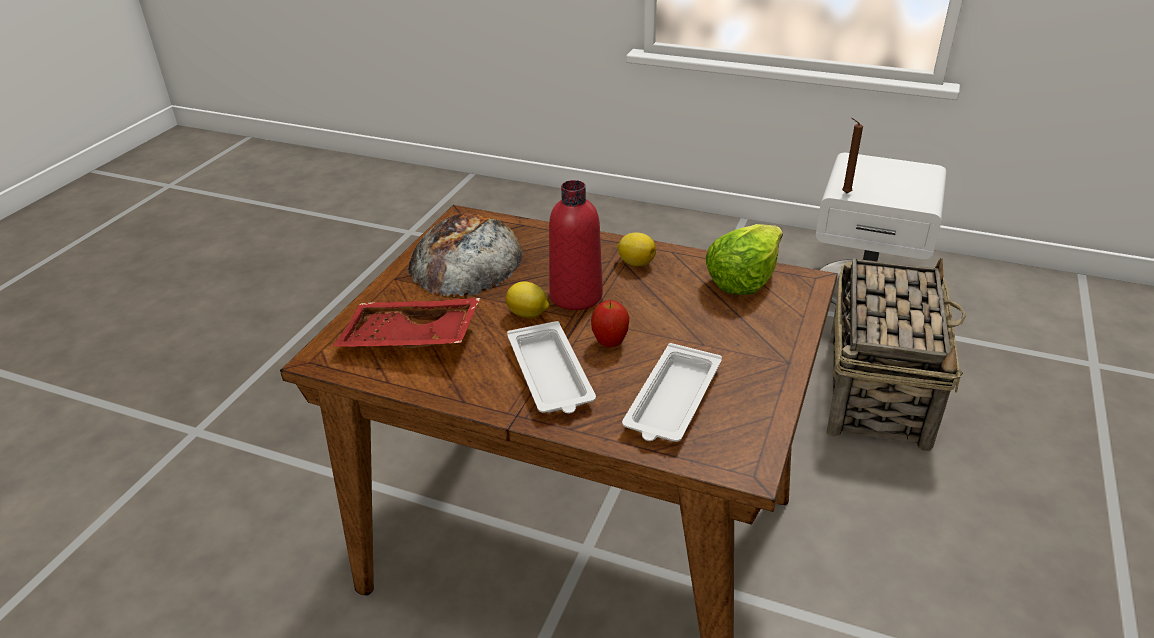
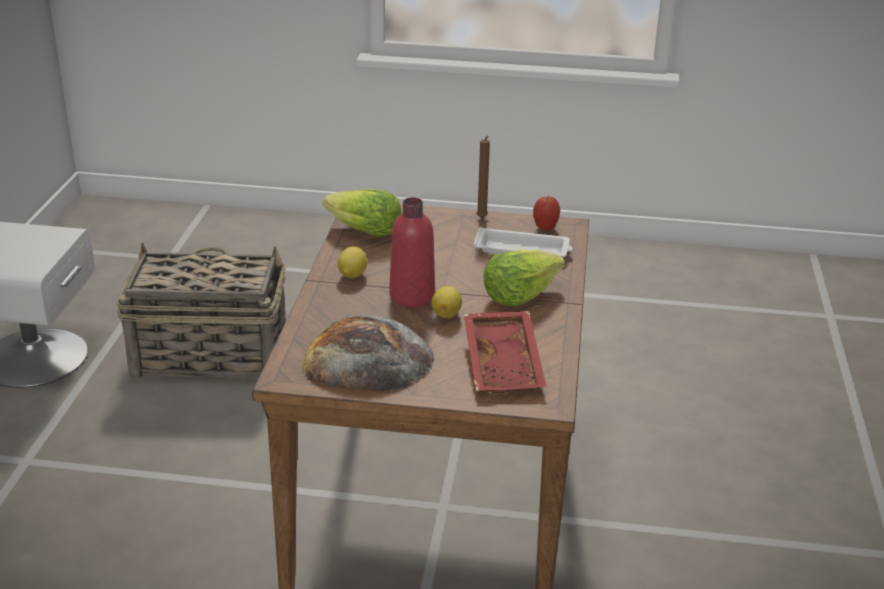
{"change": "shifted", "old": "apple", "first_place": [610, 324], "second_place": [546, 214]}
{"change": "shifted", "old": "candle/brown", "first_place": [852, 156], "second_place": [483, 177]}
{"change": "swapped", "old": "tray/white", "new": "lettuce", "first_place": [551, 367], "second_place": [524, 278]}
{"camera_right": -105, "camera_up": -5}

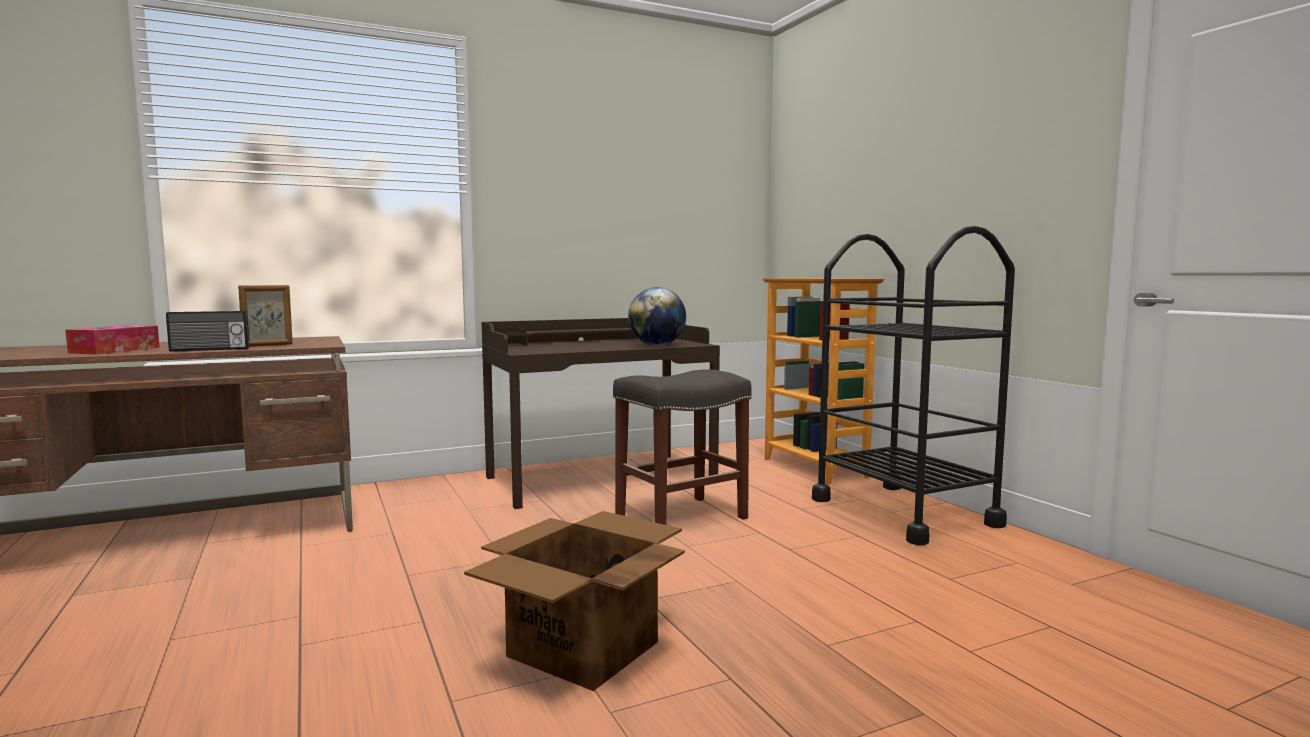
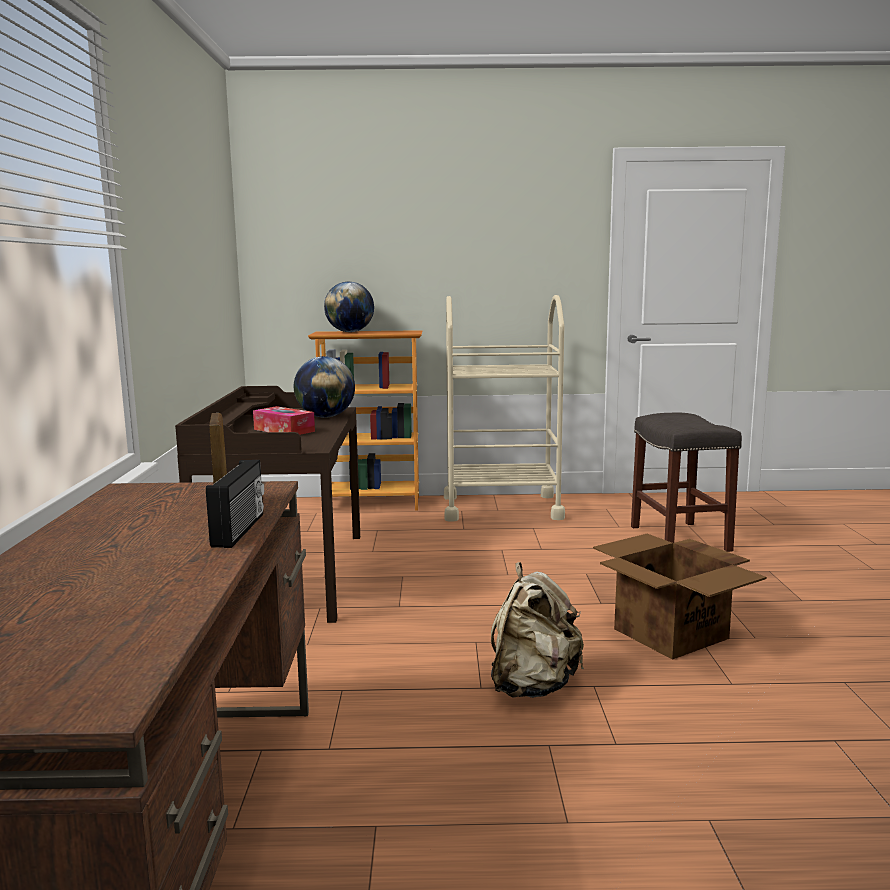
{"change": "new", "new": "globe", "second_place": [349, 306]}
{"change": "new", "new": "backpack/beige", "second_place": [537, 630]}
{"change": "shifted", "old": "tissue box", "first_place": [112, 339], "second_place": [284, 420]}
{"change": "shifted", "old": "stool/grey", "first_place": [682, 447], "second_place": [686, 482]}
{"change": "repainted", "old": "cart/black", "new": "cart/beige", "first_place": [913, 385], "second_place": [504, 408]}
{"camera_right": -65, "camera_up": 5}

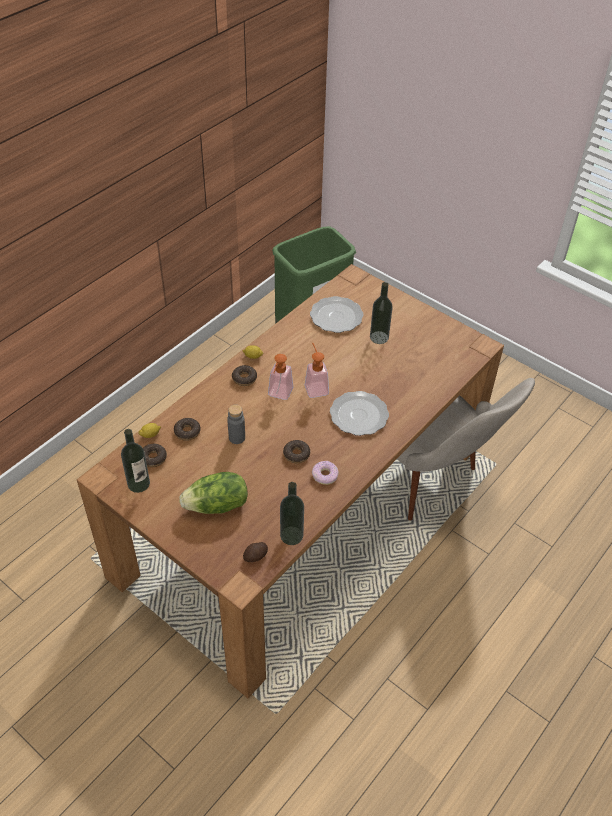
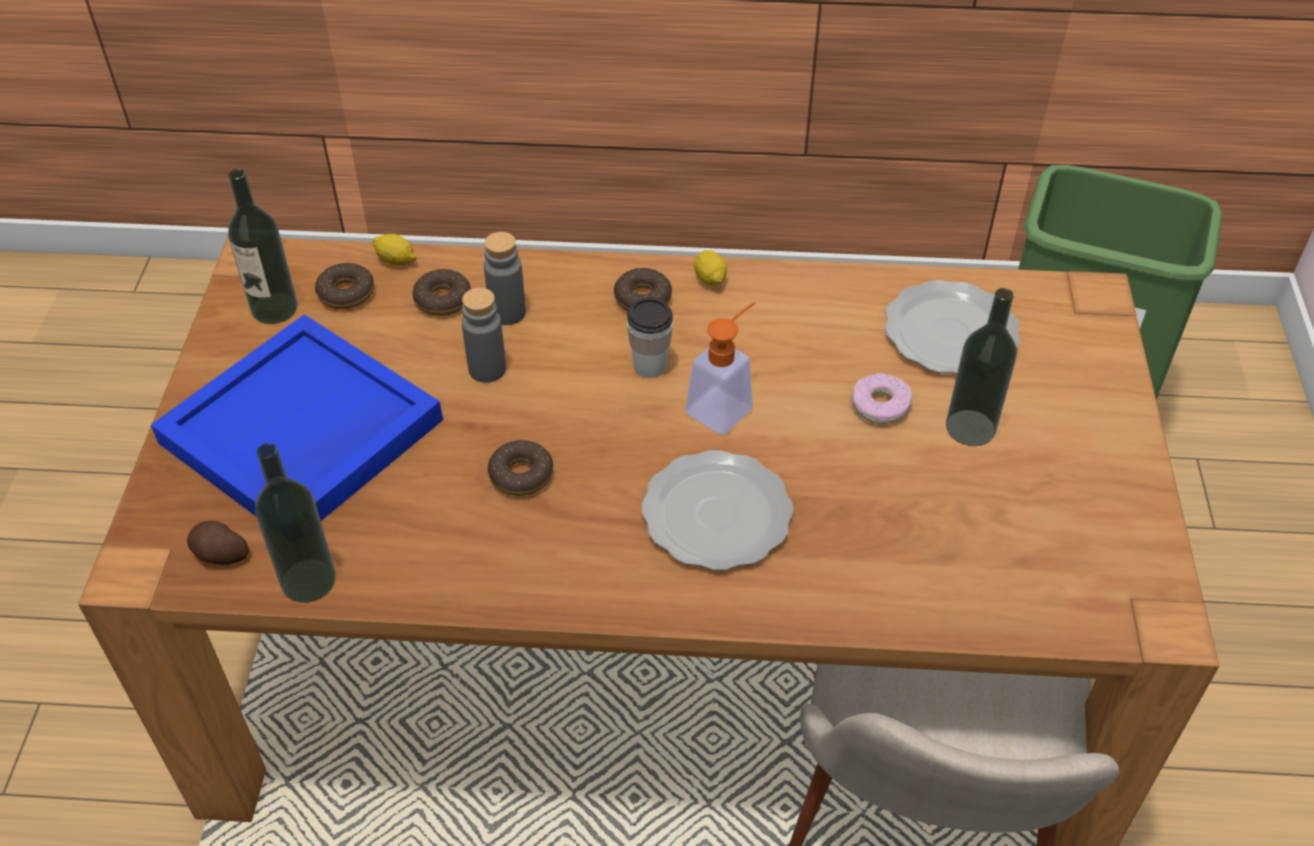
{"change": "new", "new": "bottle/grey", "second_place": [505, 278]}
{"change": "shifted", "old": "donut", "first_place": [325, 473], "second_place": [881, 398]}
{"change": "swapped", "old": "lettuce", "new": "tray/blue", "first_place": [213, 493], "second_place": [297, 417]}
{"change": "swapped", "old": "soap dispenser", "new": "cup", "first_place": [280, 377], "second_place": [650, 337]}
{"camera_right": 55, "camera_up": 0}

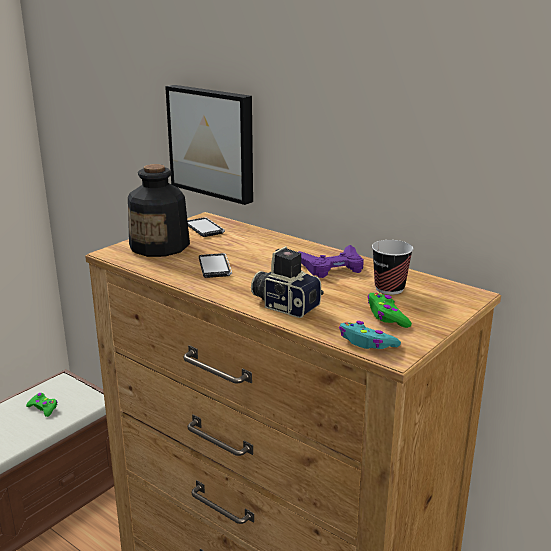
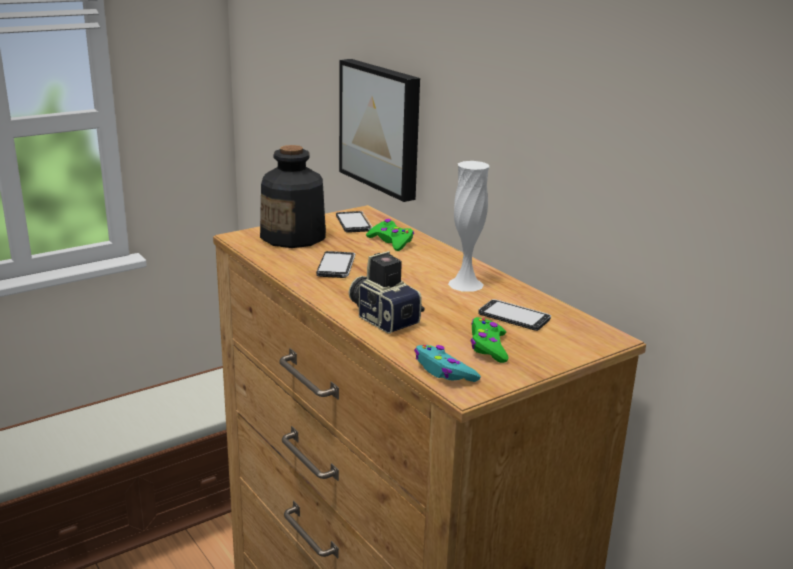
{"change": "shifted", "old": "game controller/green", "first_place": [42, 405], "second_place": [390, 235]}
{"change": "swapped", "old": "game controller/purple", "new": "vase/white", "first_place": [331, 261], "second_place": [468, 226]}
{"change": "swapped", "old": "cup", "new": "phone", "first_place": [392, 267], "second_place": [514, 315]}
{"camera_right": 15, "camera_up": 0}

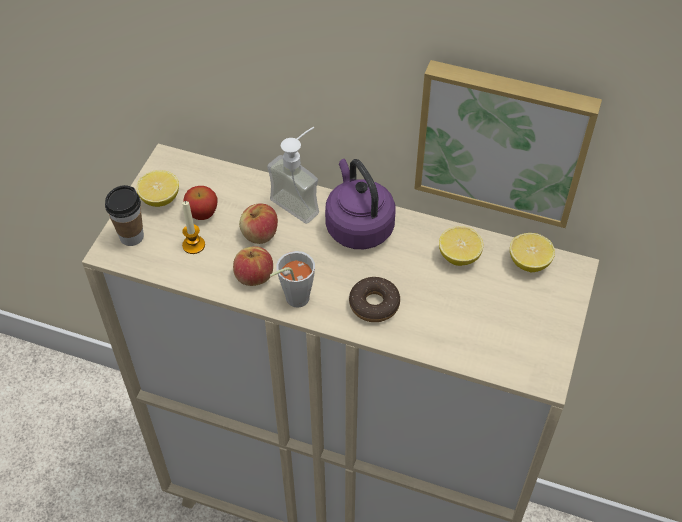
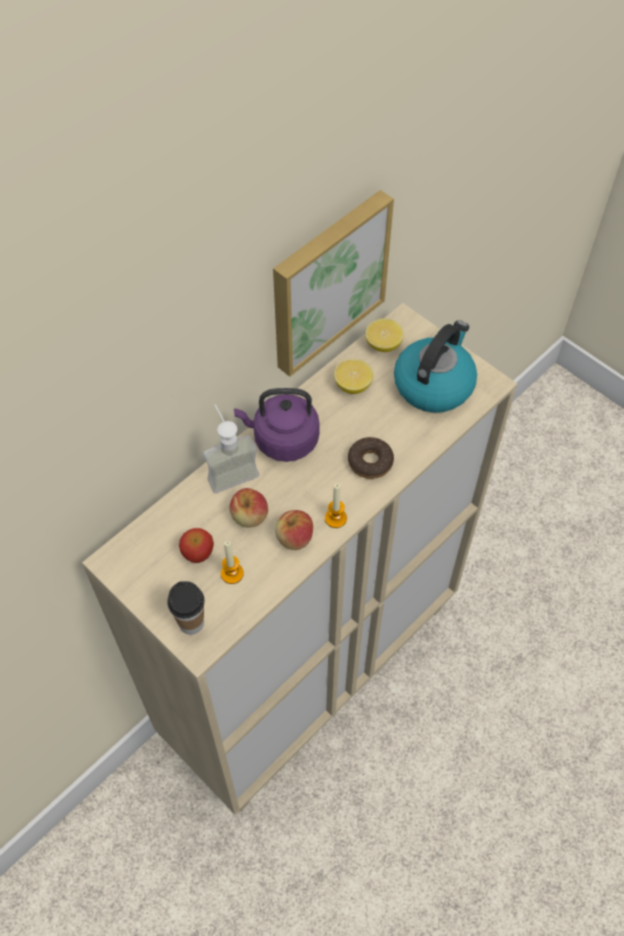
{"change": "gone", "old": "lemon", "first_place": [157, 188]}
{"change": "new", "new": "kettle", "second_place": [435, 366]}
{"change": "swapped", "old": "cup/grey", "new": "candle", "first_place": [292, 279], "second_place": [336, 505]}
{"camera_right": -65, "camera_up": 5}

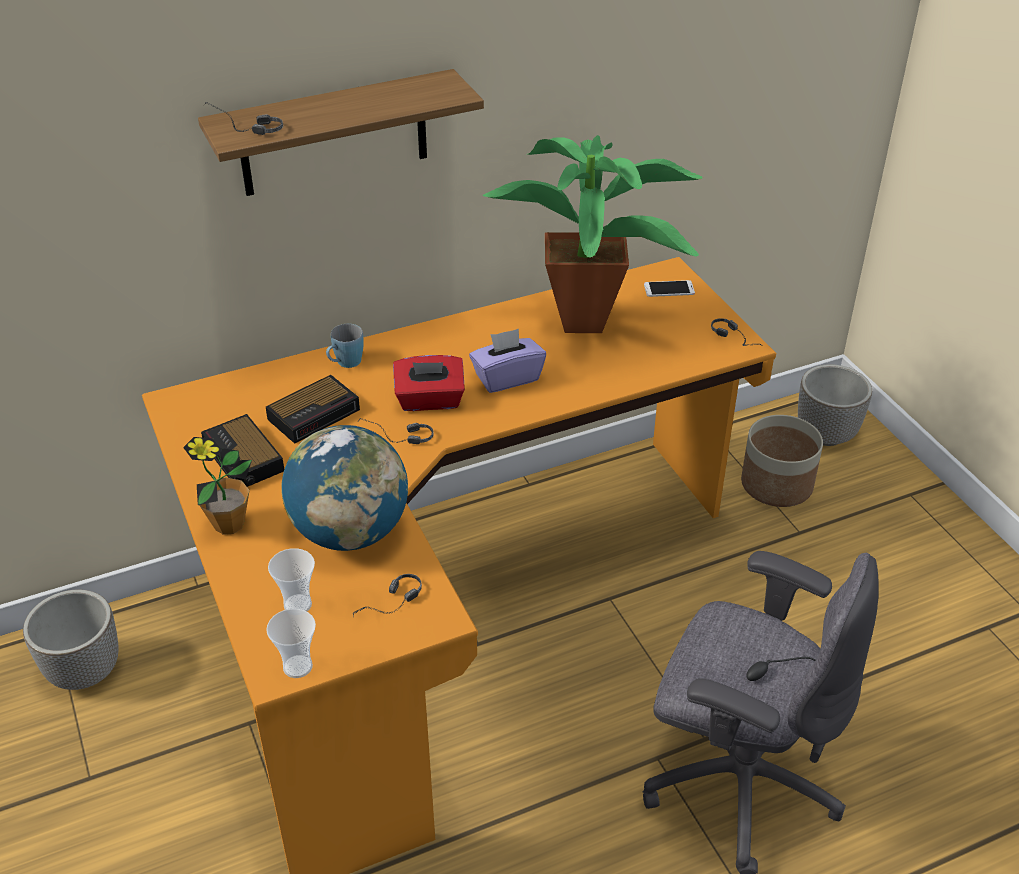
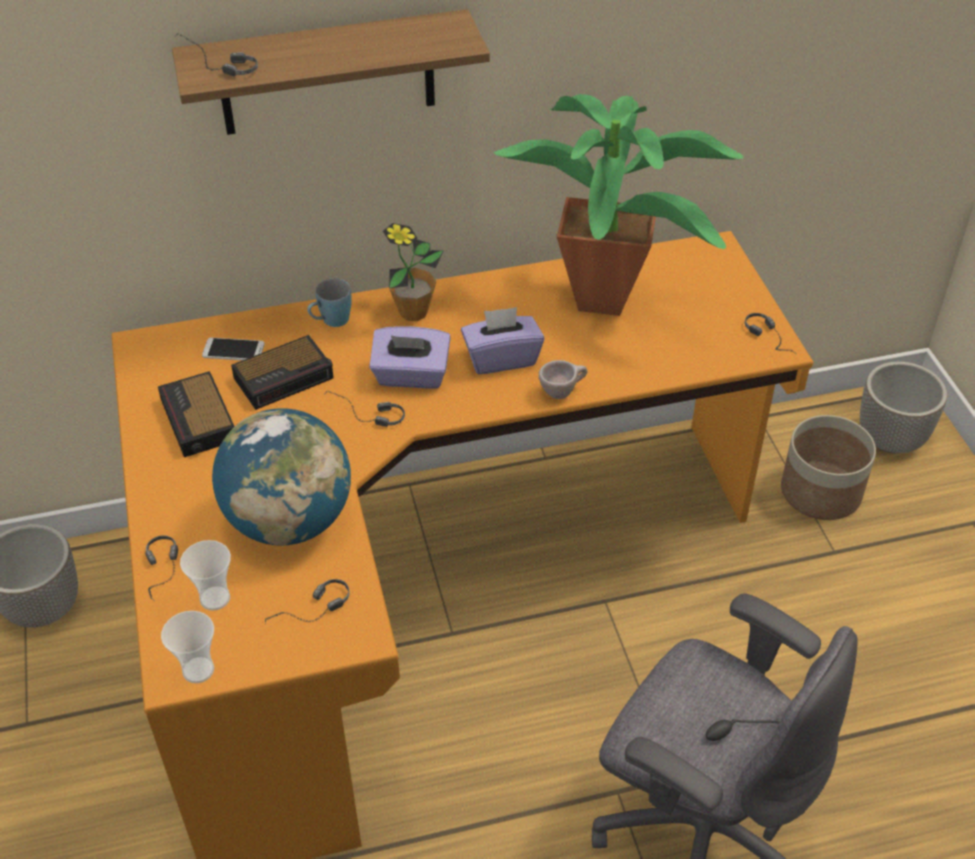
{"change": "new", "new": "headphones", "second_place": [161, 568]}
{"change": "new", "new": "cup/beige", "second_place": [563, 379]}
{"change": "shifted", "old": "potted plant", "first_place": [217, 486], "second_place": [413, 272]}
{"change": "shifted", "old": "phone", "first_place": [669, 288], "second_place": [233, 349]}
{"change": "repainted", "old": "tissue box/red", "new": "tissue box/purple", "first_place": [429, 383], "second_place": [410, 357]}
{"camera_right": 10, "camera_up": 5}

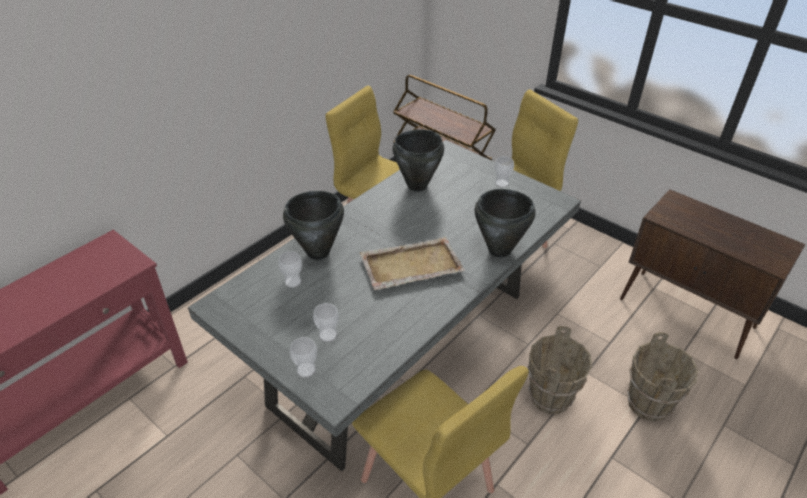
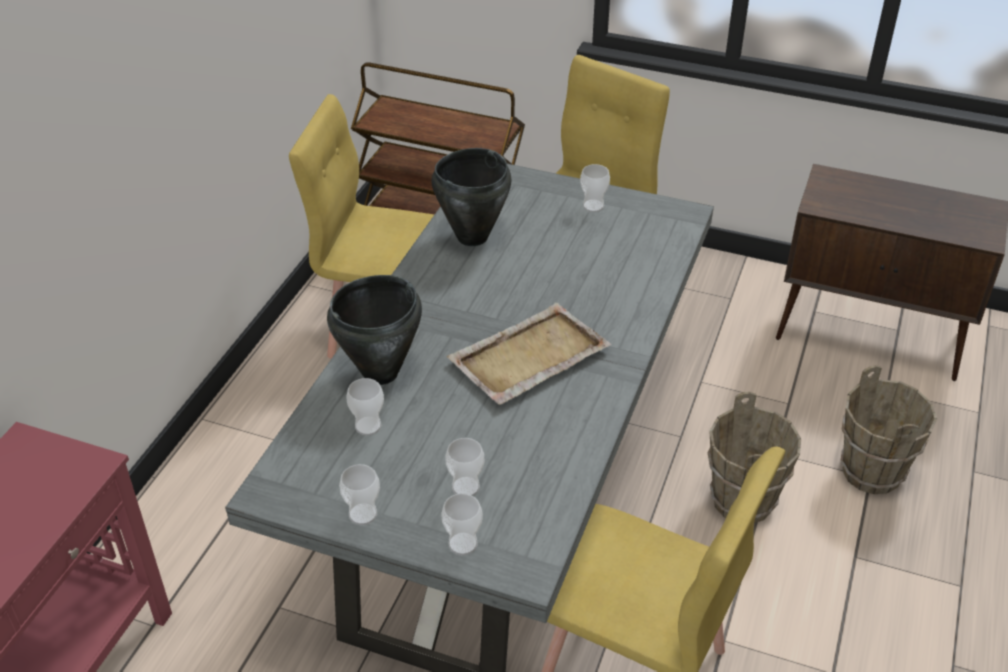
{"change": "gone", "old": "cooking pot/black", "first_place": [505, 223]}
{"change": "new", "new": "cup", "second_place": [359, 494]}
{"camera_right": -20, "camera_up": 0}

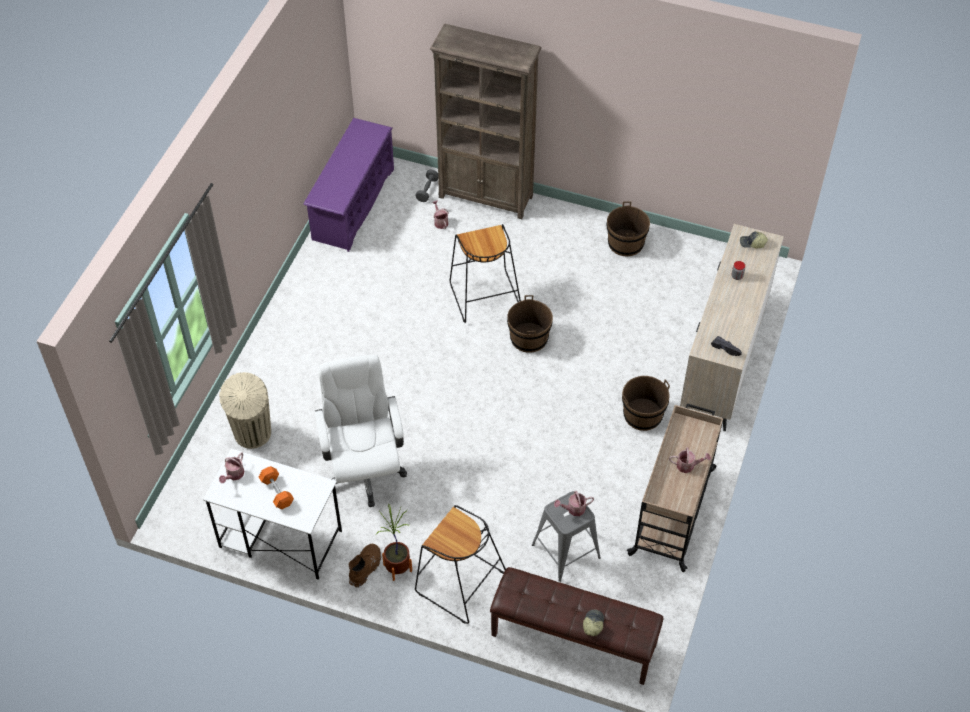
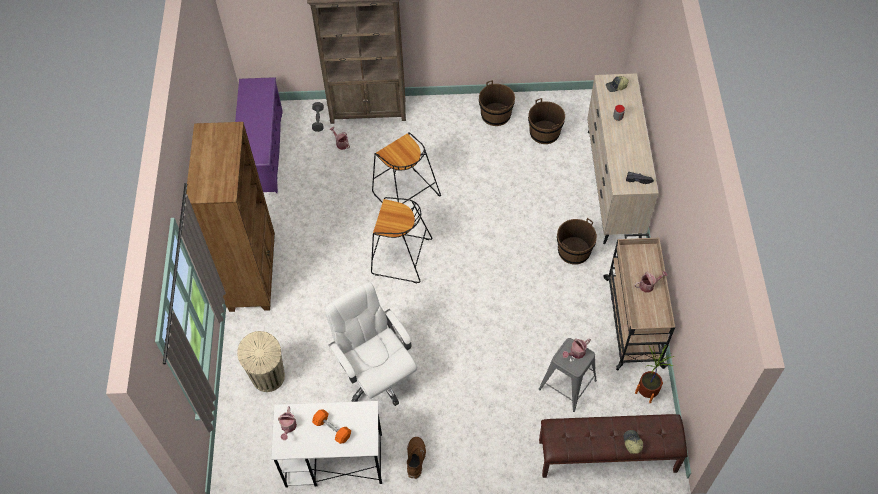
{"change": "new", "new": "bookcase/brown", "second_place": [230, 217]}
{"change": "shifted", "old": "potted plant", "first_place": [394, 542], "second_place": [654, 373]}
{"change": "shifted", "old": "stool/black", "first_place": [460, 564], "second_place": [402, 240]}
{"change": "shifted", "old": "bucket/brown", "first_place": [530, 324], "second_place": [546, 121]}
{"camera_right": -20, "camera_up": 5}

